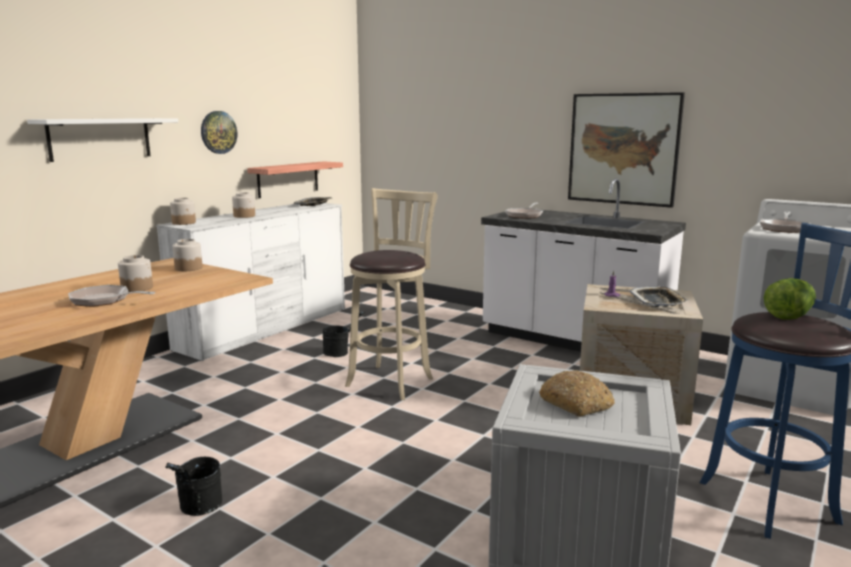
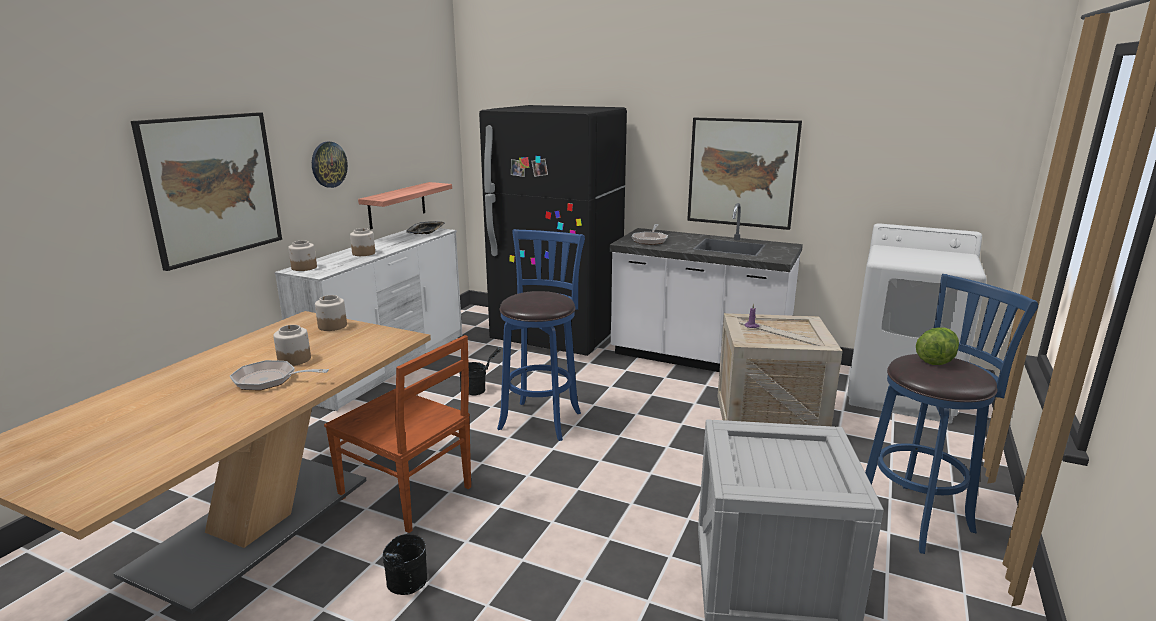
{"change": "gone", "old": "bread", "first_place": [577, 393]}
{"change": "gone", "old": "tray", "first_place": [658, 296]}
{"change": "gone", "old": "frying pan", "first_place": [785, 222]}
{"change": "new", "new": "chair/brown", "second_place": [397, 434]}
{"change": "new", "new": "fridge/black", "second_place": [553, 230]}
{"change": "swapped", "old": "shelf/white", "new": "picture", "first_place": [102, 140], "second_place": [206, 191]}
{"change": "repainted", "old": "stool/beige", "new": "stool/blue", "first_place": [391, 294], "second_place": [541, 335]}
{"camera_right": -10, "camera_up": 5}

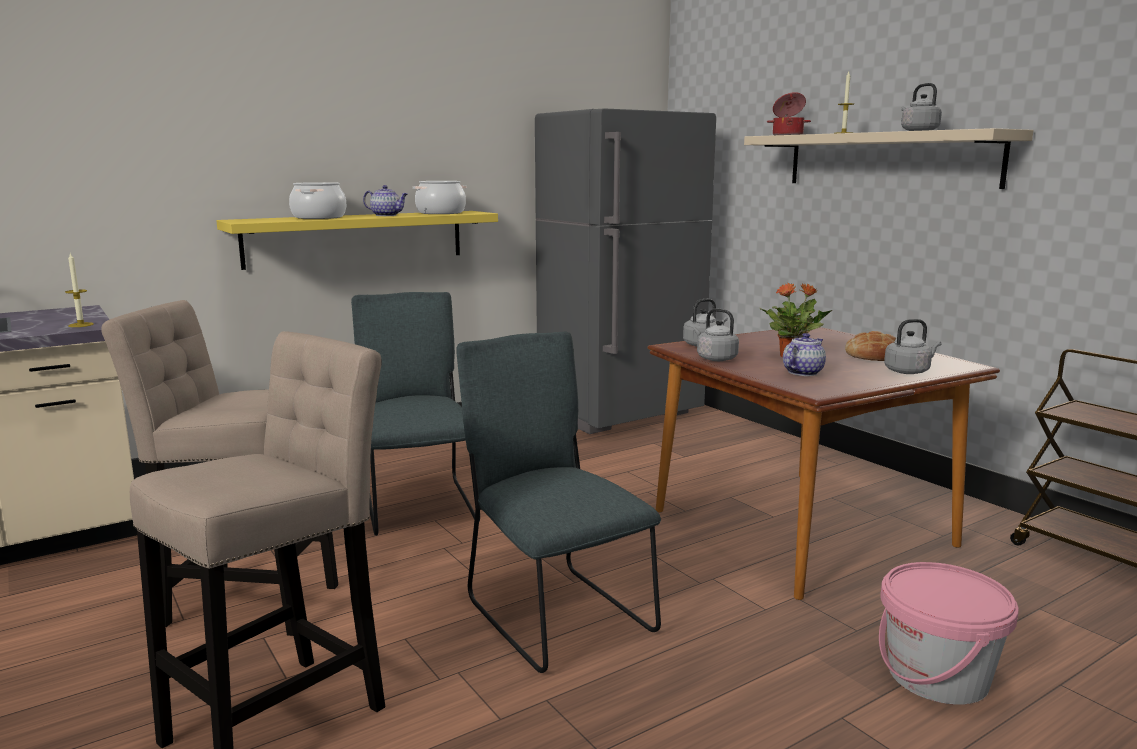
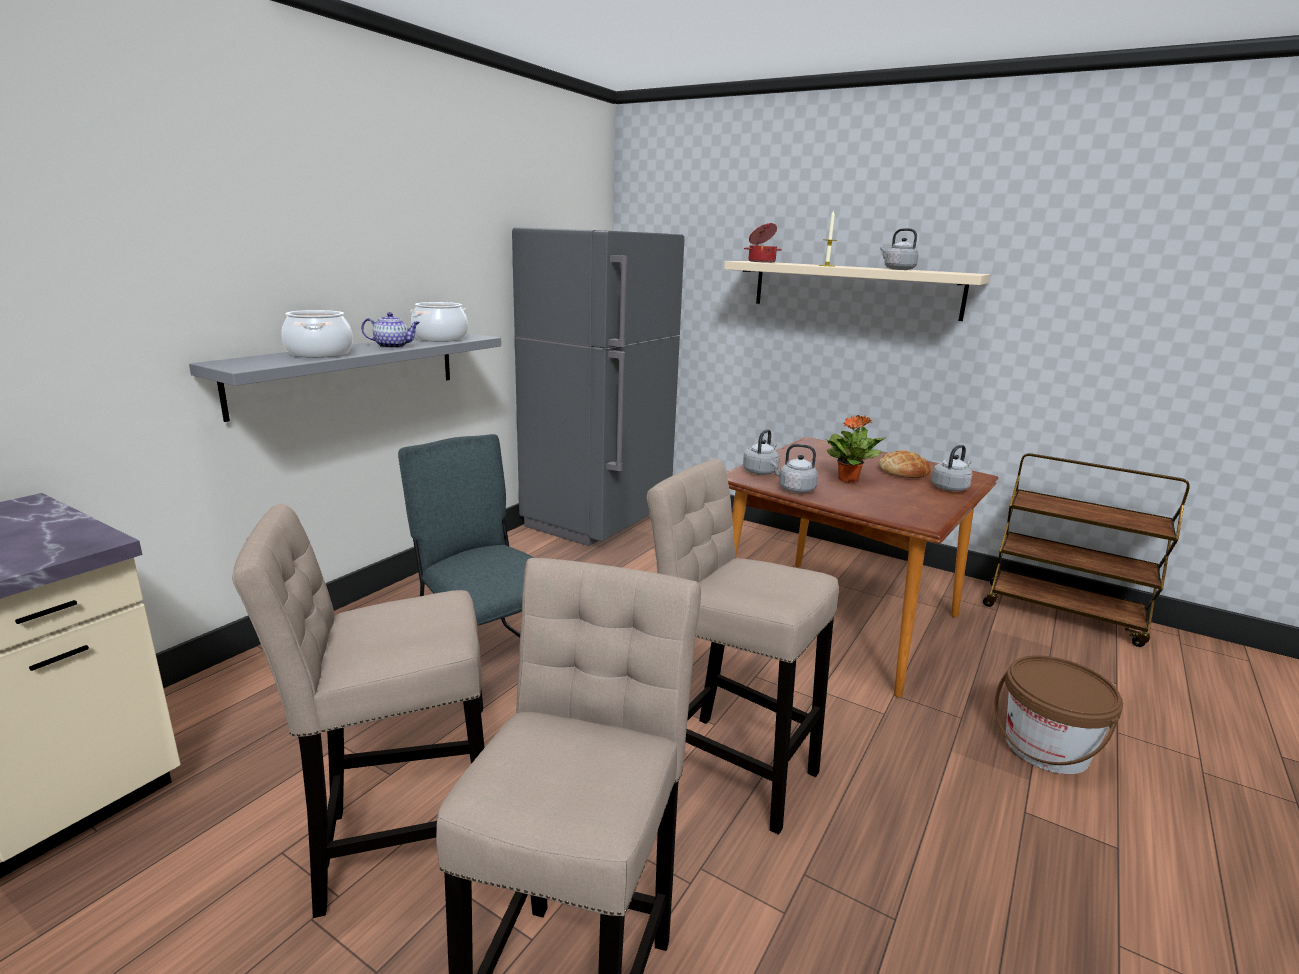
{"change": "gone", "old": "candle", "first_place": [79, 290]}
{"change": "gone", "old": "teapot", "first_place": [804, 354]}
{"change": "swapped", "old": "chair/grey", "new": "stool/beige", "first_place": [558, 502], "second_place": [743, 647]}
{"change": "repainted", "old": "shelf/yellow", "new": "shelf/grey", "first_place": [357, 240], "second_place": [345, 377]}
{"change": "repainted", "old": "bucket/pink", "new": "bucket/brown", "first_place": [949, 633], "second_place": [1059, 714]}
{"camera_right": -25, "camera_up": 5}

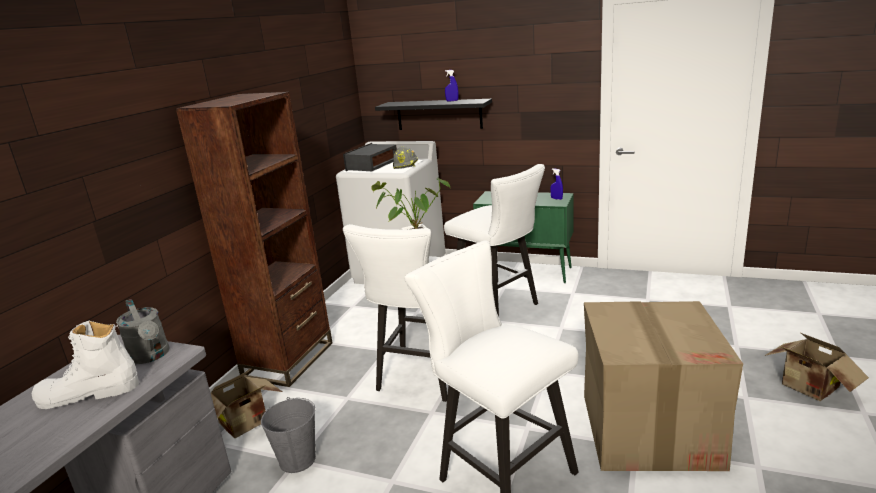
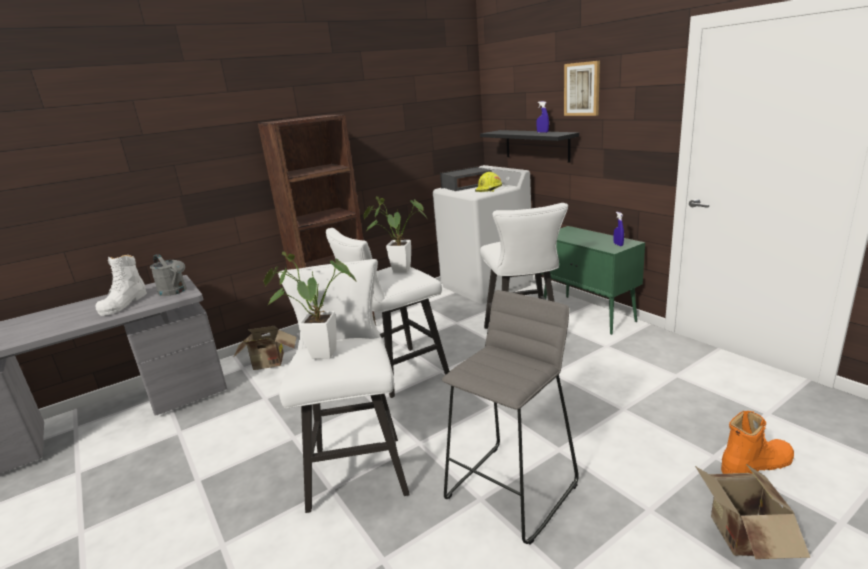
{"change": "gone", "old": "bucket/grey", "first_place": [288, 435]}
{"change": "new", "new": "potted plant", "second_place": [310, 305]}
{"change": "new", "new": "picture", "second_place": [582, 88]}
{"change": "new", "new": "boot/orange", "second_place": [757, 442]}
{"change": "swapped", "old": "cardboard box", "new": "stool/grey", "first_place": [663, 386], "second_place": [510, 417]}
{"change": "repainted", "old": "hard hat/grey", "new": "hard hat/yellow", "first_place": [405, 157], "second_place": [488, 182]}
{"change": "rotated", "old": "boot/white", "first_place": [85, 364], "second_place": [121, 285], "degrees": -105}
{"change": "rotated", "old": "watering can/grey", "first_place": [143, 331], "second_place": [168, 275], "degrees": -45}
{"camera_right": 35, "camera_up": 0}

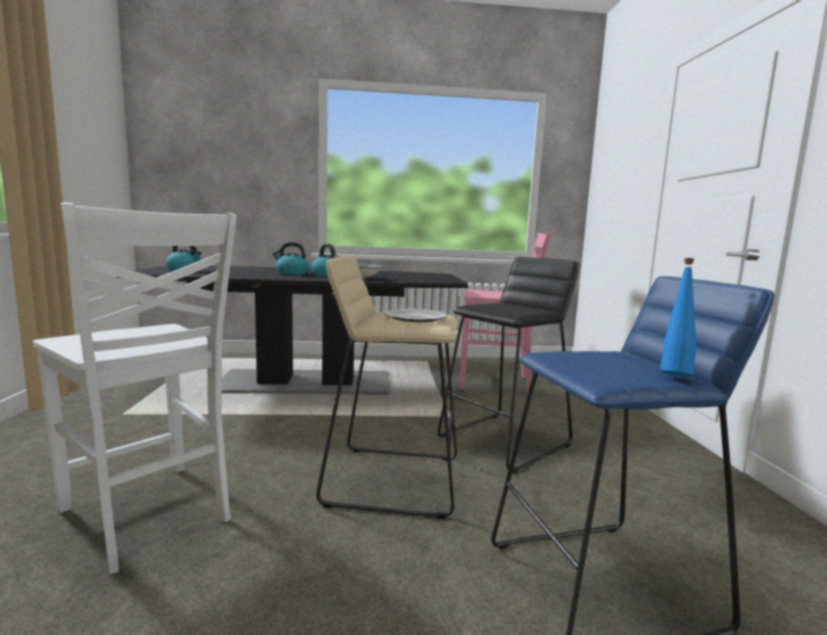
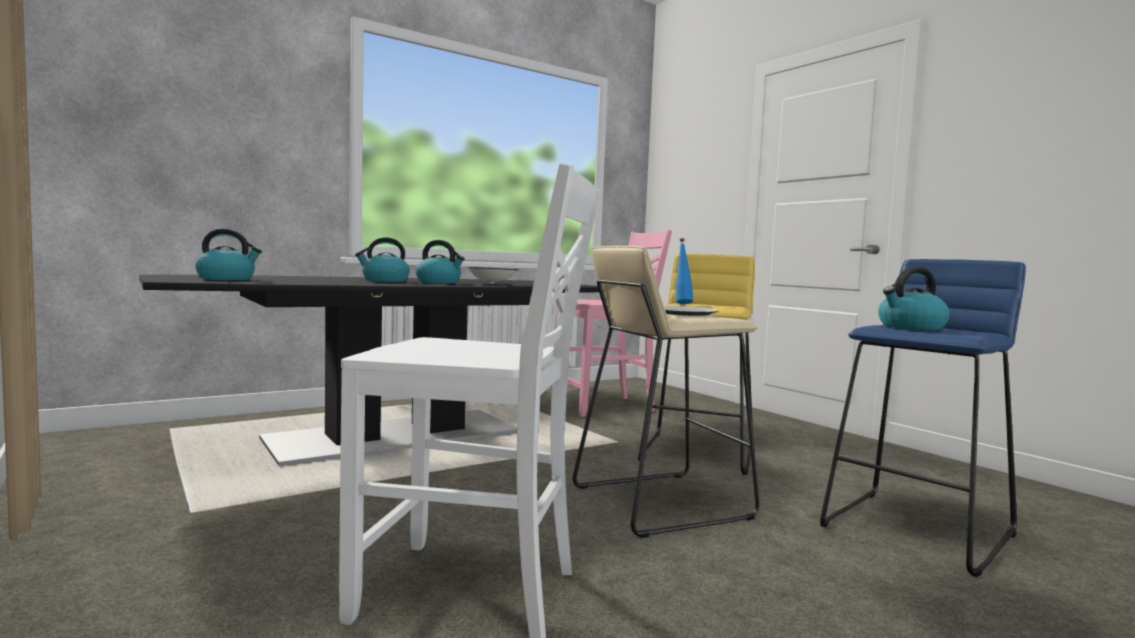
{"change": "new", "new": "kettle", "second_place": [914, 298]}
{"change": "shifted", "old": "bottle/blue", "first_place": [678, 317], "second_place": [684, 271]}
{"change": "repainted", "old": "stool/black", "new": "stool/yellow", "first_place": [508, 365], "second_place": [696, 364]}
{"camera_right": -30, "camera_up": -5}

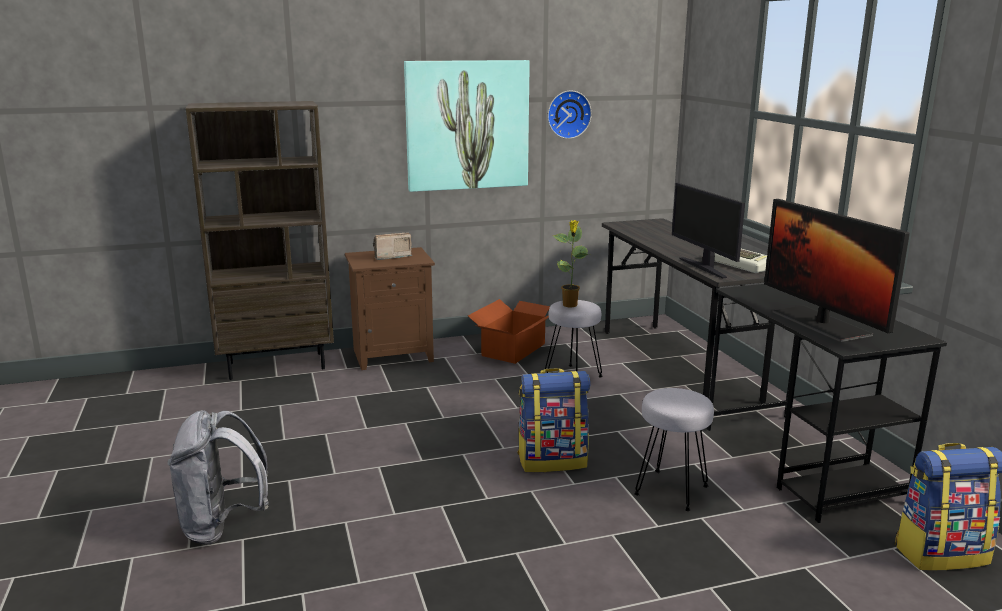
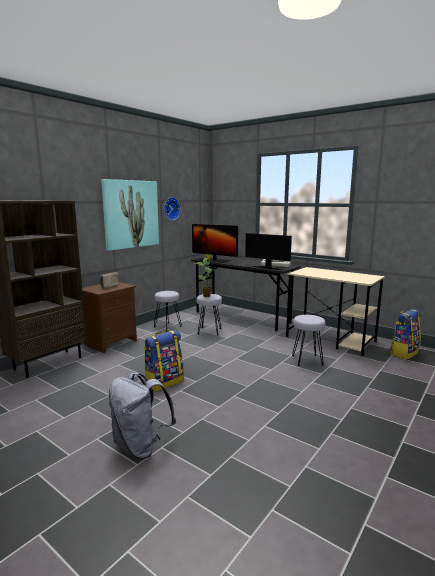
{"change": "shifted", "old": "backpack", "first_place": [553, 420], "second_place": [164, 361]}
{"change": "shifted", "old": "monitor", "first_place": [837, 270], "second_place": [215, 243]}
{"change": "swapped", "old": "cardboard box", "new": "stool/grey", "first_place": [509, 331], "second_place": [168, 311]}
{"change": "repainted", "old": "desk/black", "new": "desk/beige", "first_place": [827, 403], "second_place": [335, 311]}
{"camera_right": -35, "camera_up": -5}

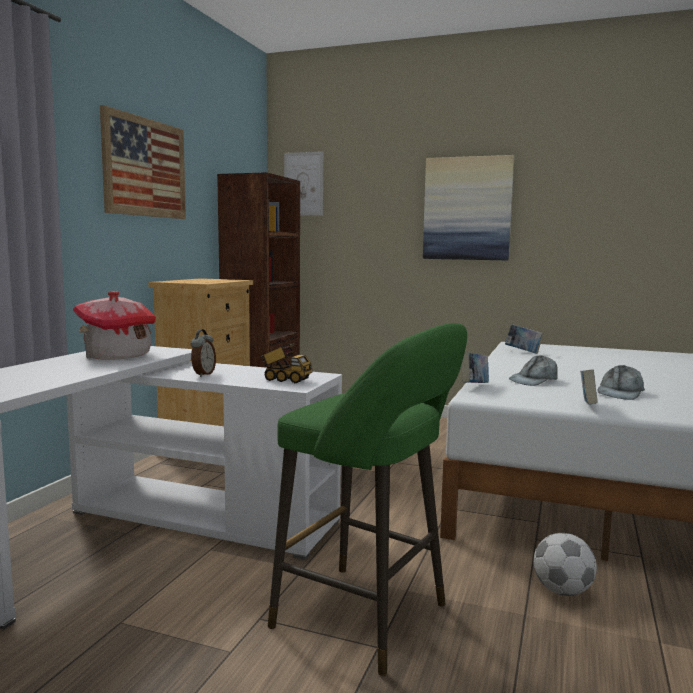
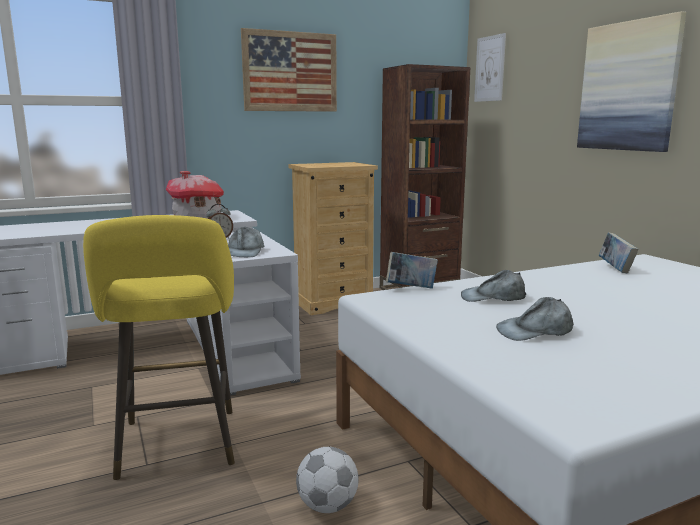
{"change": "gone", "old": "book", "first_place": [589, 387]}
{"change": "swapped", "old": "toy truck", "new": "cap/grey", "first_place": [286, 363], "second_place": [246, 242]}
{"change": "repainted", "old": "stool/green", "new": "stool/yellow", "first_place": [367, 499], "second_place": [159, 347]}
{"camera_right": 45, "camera_up": 5}

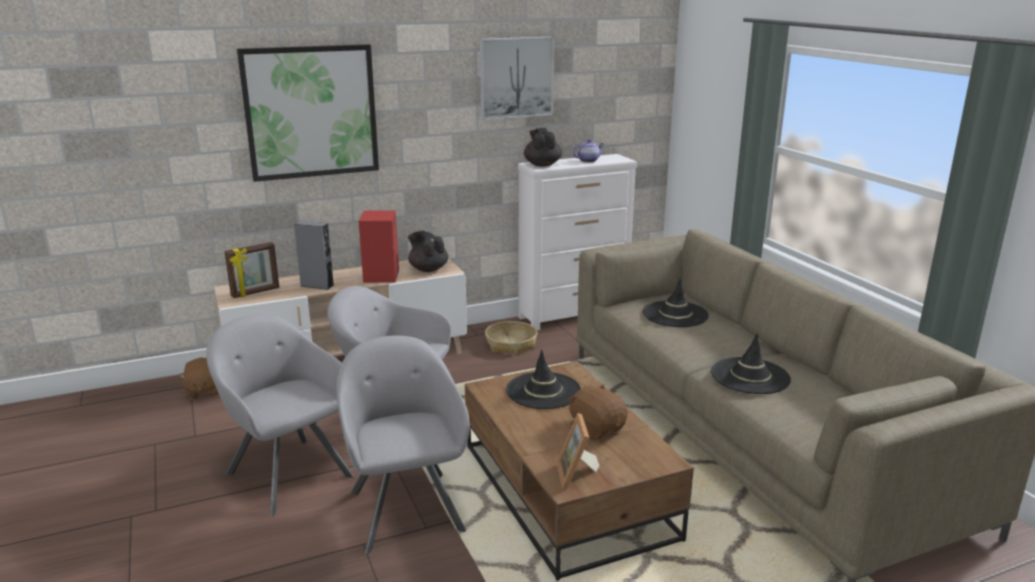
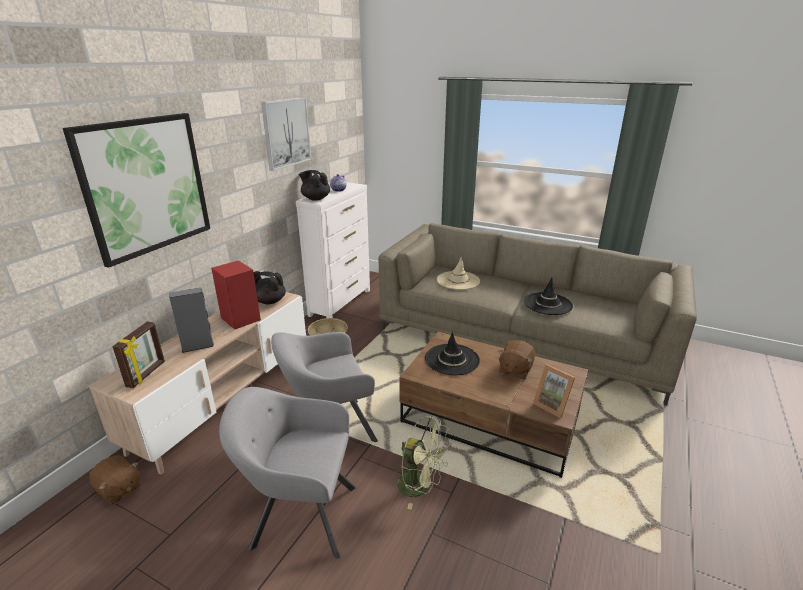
{"change": "swapped", "old": "armchair/grey", "new": "fan/green", "first_place": [403, 444], "second_place": [423, 463]}
{"change": "repainted", "old": "hat/black", "new": "hat/beige", "first_place": [676, 302], "second_place": [458, 273]}
{"change": "rotated", "old": "plush toy/brown", "first_place": [598, 412], "second_place": [516, 360], "degrees": -75}
{"camera_right": -40, "camera_up": 5}

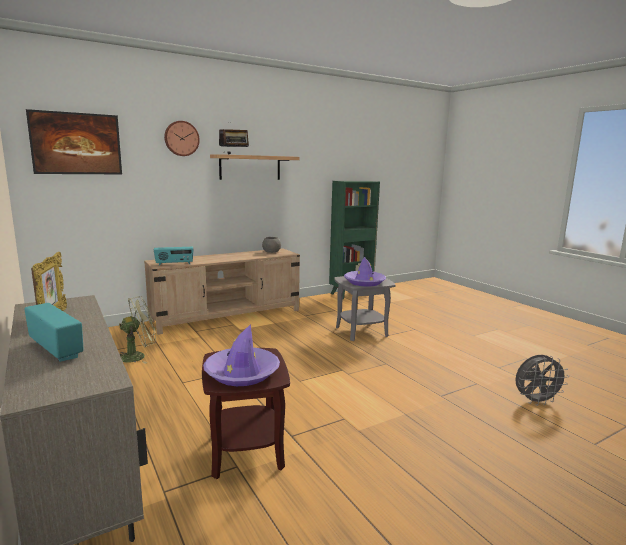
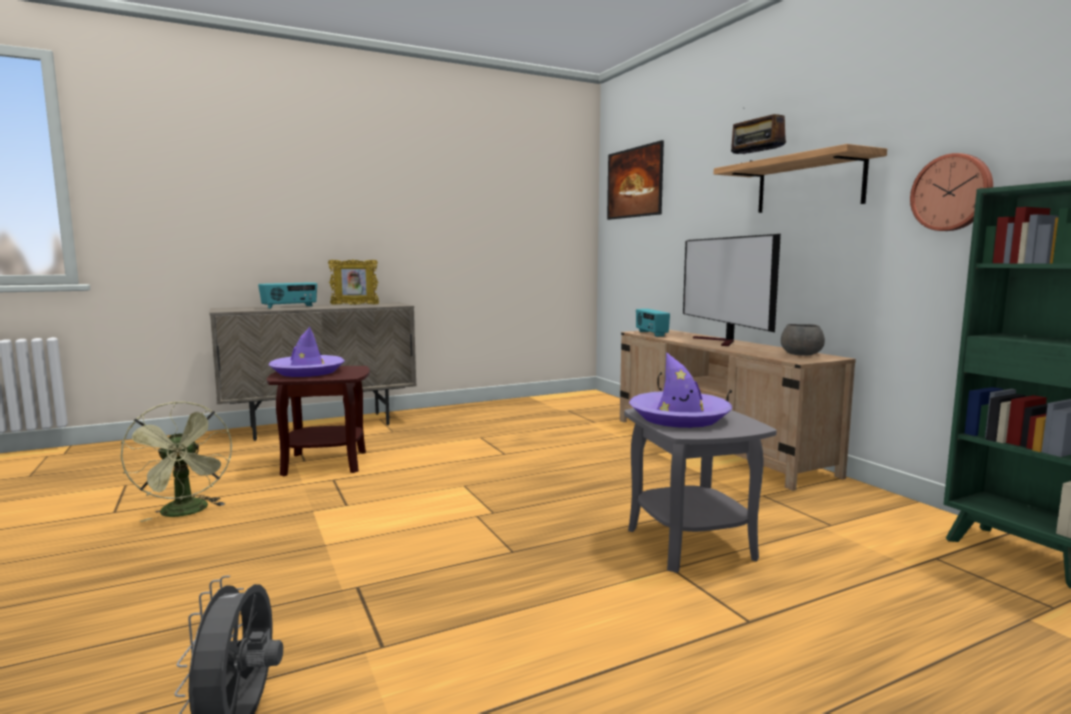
{"change": "new", "new": "television", "second_place": [732, 290]}
{"change": "shifted", "old": "fan/green", "first_place": [137, 330], "second_place": [176, 461]}
{"change": "shifted", "old": "wall clock", "first_place": [182, 138], "second_place": [951, 192]}
{"camera_right": 95, "camera_up": -5}

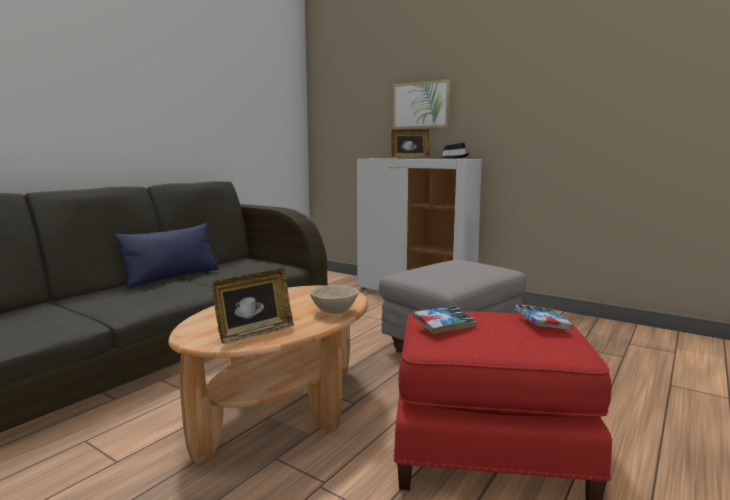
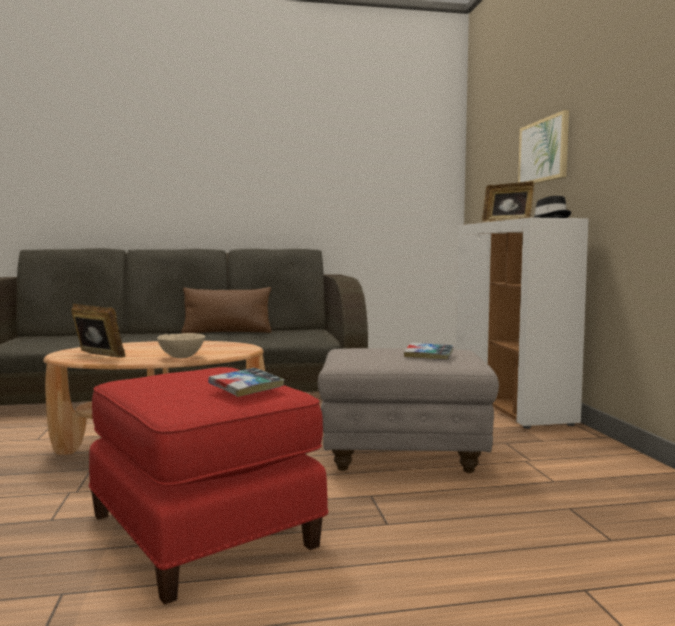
{"change": "shifted", "old": "book", "first_place": [445, 320], "second_place": [428, 351]}
{"change": "repainted", "old": "pillow/blue", "new": "pillow/brown", "first_place": [167, 255], "second_place": [226, 310]}
{"change": "rotated", "old": "picture frame", "first_place": [253, 306], "second_place": [98, 331], "degrees": -150}
{"camera_right": 45, "camera_up": -5}

